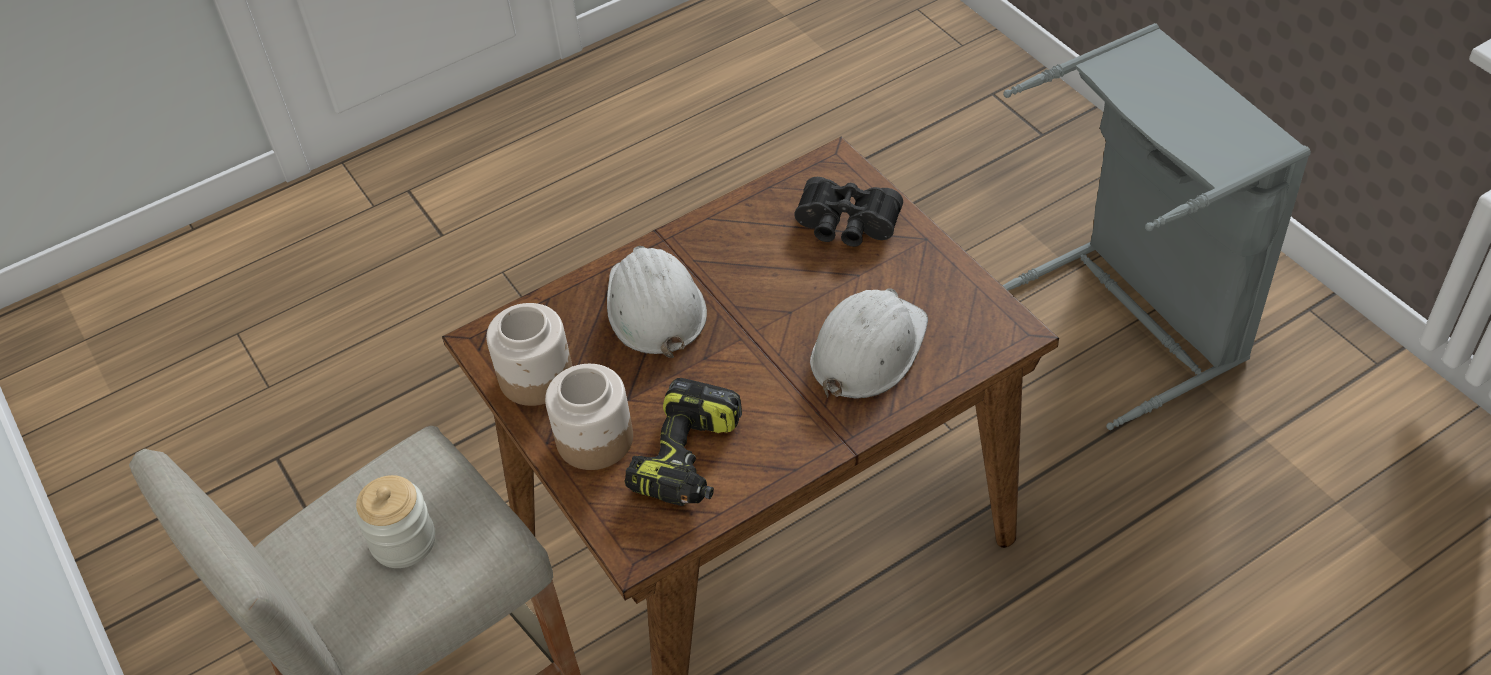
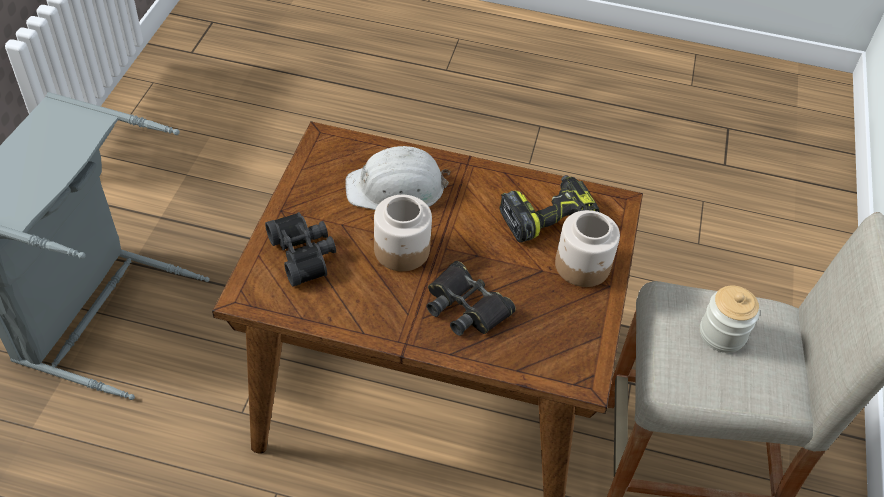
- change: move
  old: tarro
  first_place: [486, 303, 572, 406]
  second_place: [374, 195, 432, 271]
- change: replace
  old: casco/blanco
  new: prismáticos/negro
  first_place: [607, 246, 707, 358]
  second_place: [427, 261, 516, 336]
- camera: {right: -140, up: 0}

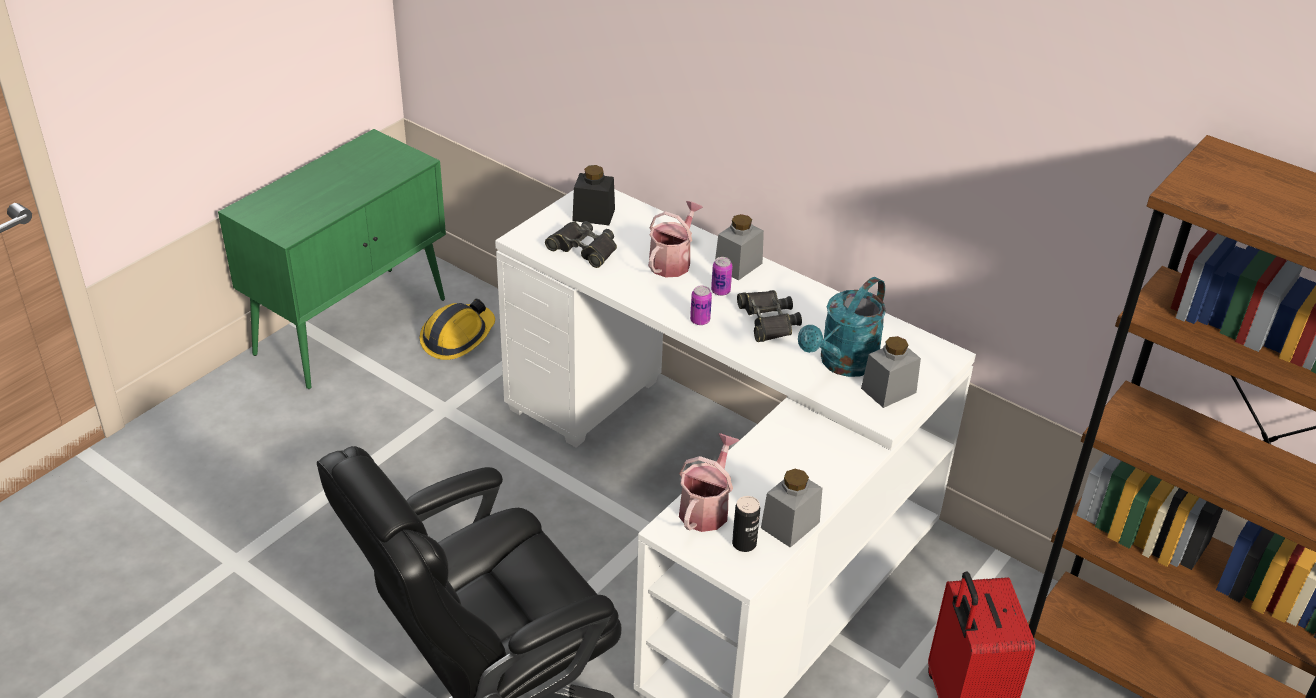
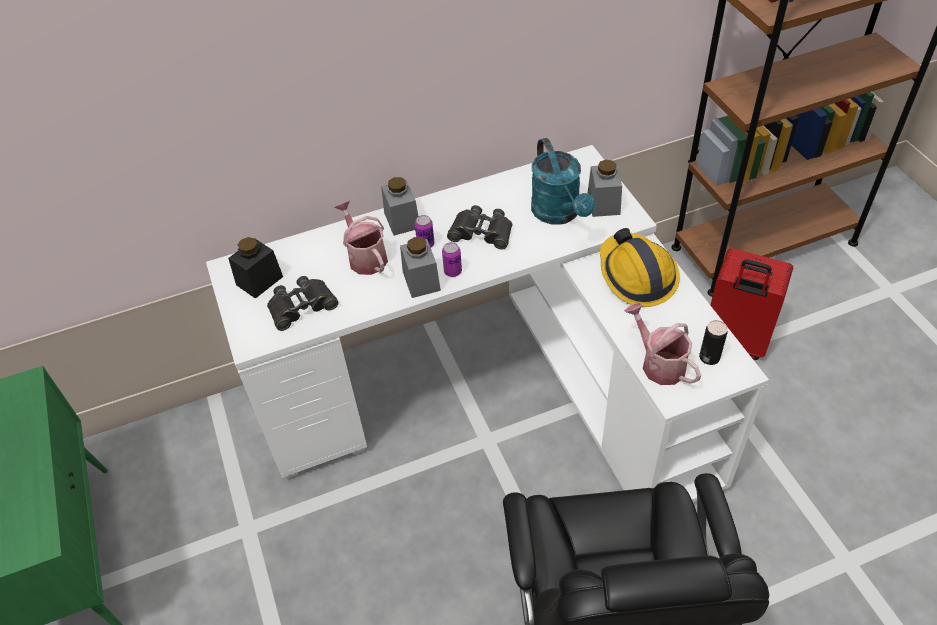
- change: move
  old: tarro/gris
  first_place: [761, 469, 822, 547]
  second_place: [400, 237, 441, 298]
- change: move
  old: casco
  first_place: [419, 299, 495, 360]
  second_place: [600, 228, 680, 307]
- camera: {right: -55, up: 10}

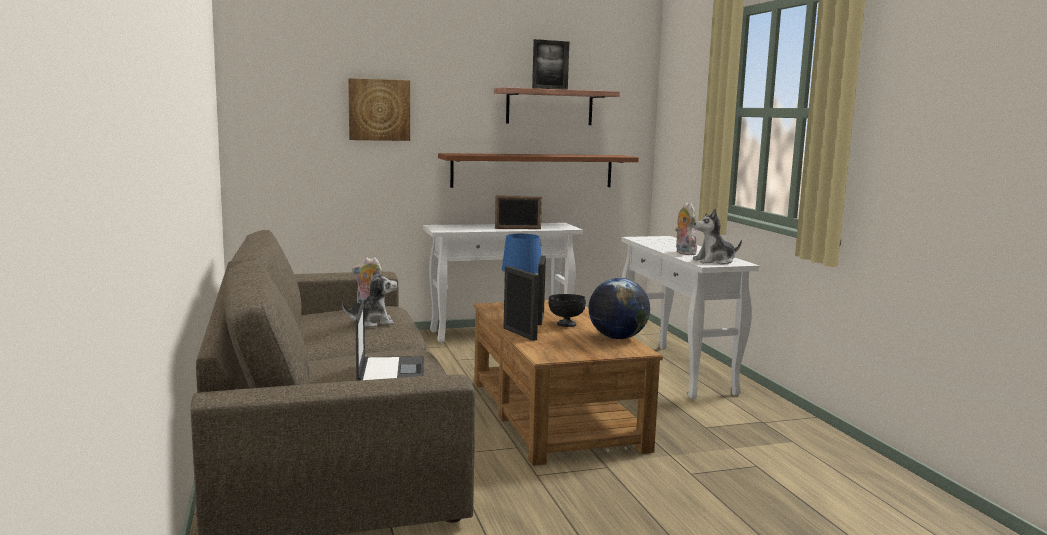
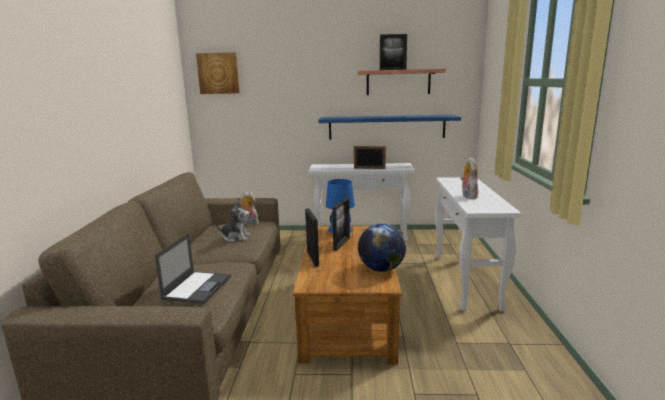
- change: move
  old: cuadro
  first_place: [348, 78, 410, 141]
  second_place: [196, 52, 240, 94]
- change: recolor
  old: estante/marrón
  new: estante/azul
  first_place: [438, 153, 639, 188]
  second_place: [318, 115, 461, 140]
- change: delete
  old: cuenco/negro
  first_place: [548, 294, 586, 327]
- change: delete
  old: peluche
  first_place: [693, 209, 742, 264]
- camera: {right: 20, up: 5}

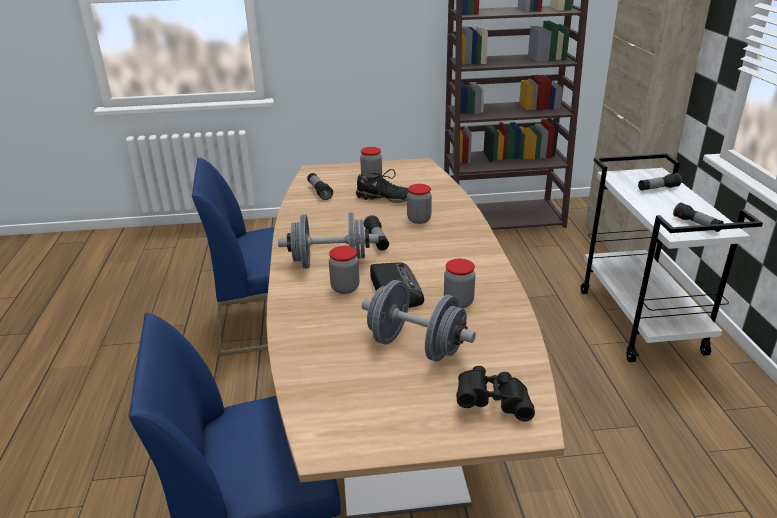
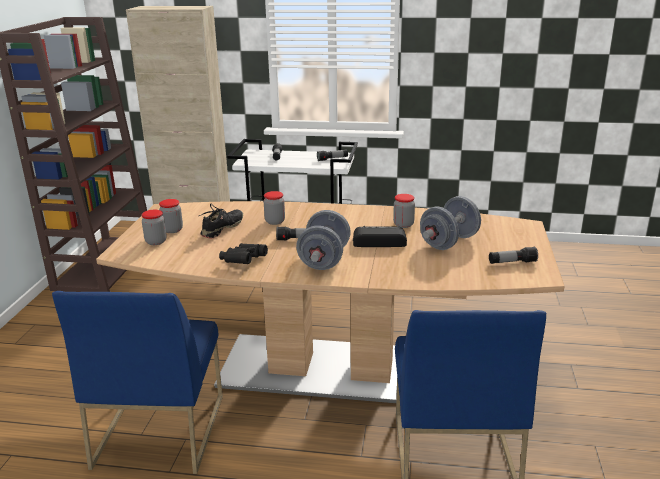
- change: move
  old: tarro
  first_place: [329, 246, 359, 294]
  second_place: [142, 210, 166, 245]
- change: move
  old: prismáticos/negro
  first_place: [456, 366, 535, 422]
  second_place: [219, 243, 268, 264]
- change: move
  old: linterna
  first_place: [307, 173, 333, 200]
  second_place: [489, 247, 538, 264]
- camera: {right: -75, up: -5}

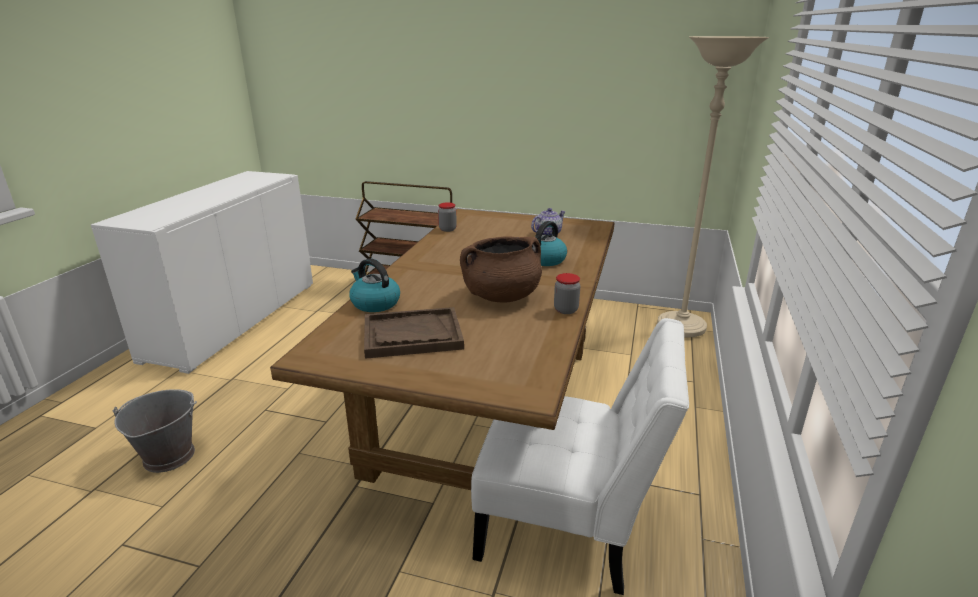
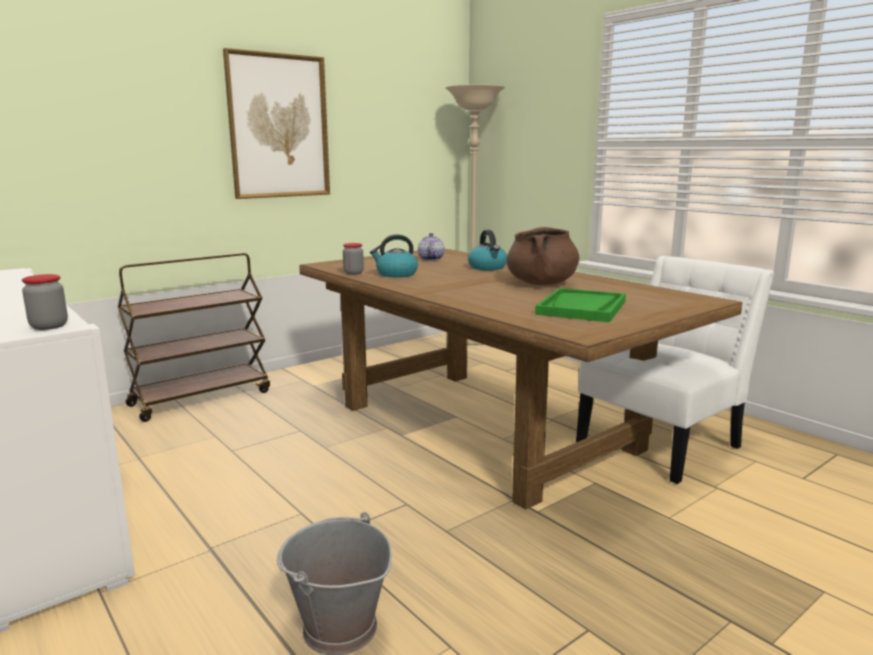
- change: move
  old: tarro
  first_place: [554, 273, 580, 314]
  second_place: [22, 274, 68, 330]
- change: insert
  new: cuadro
  second_place: [223, 48, 330, 199]
- change: move
  old: hervidor
  first_place: [350, 258, 400, 312]
  second_place: [370, 234, 418, 277]
- change: recolor
  old: bandeja/marrón
  new: bandeja/verde
  first_place: [364, 307, 464, 359]
  second_place: [535, 288, 626, 322]
- camera: {right: -55, up: -10}

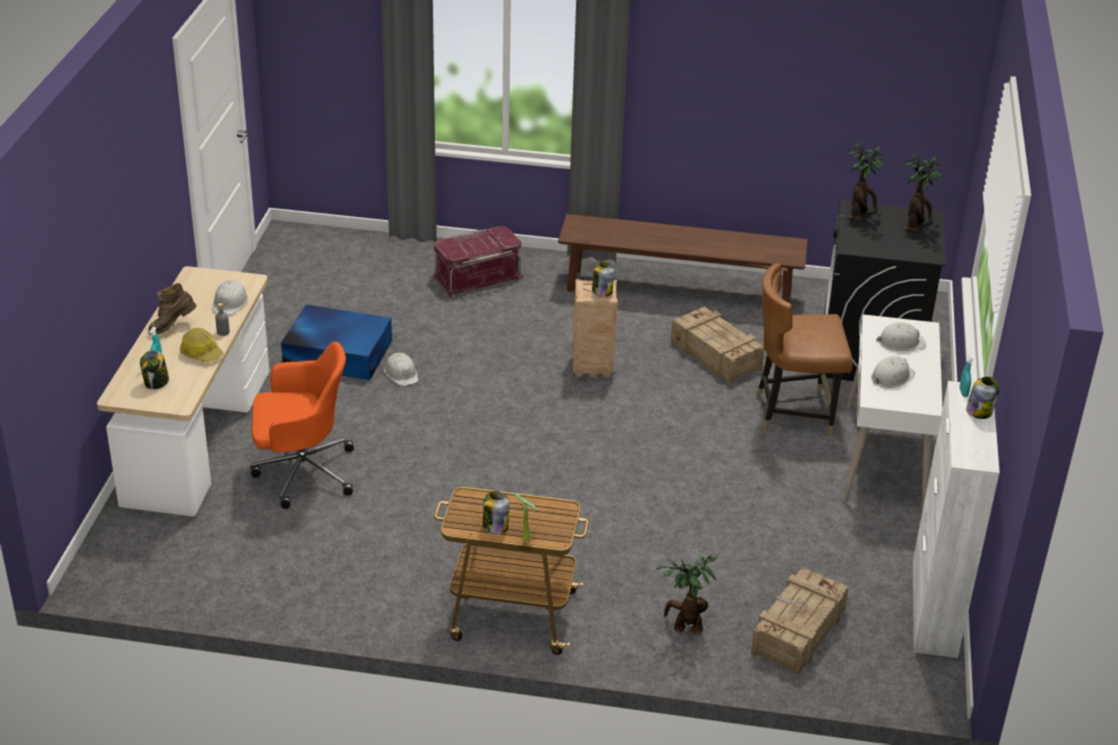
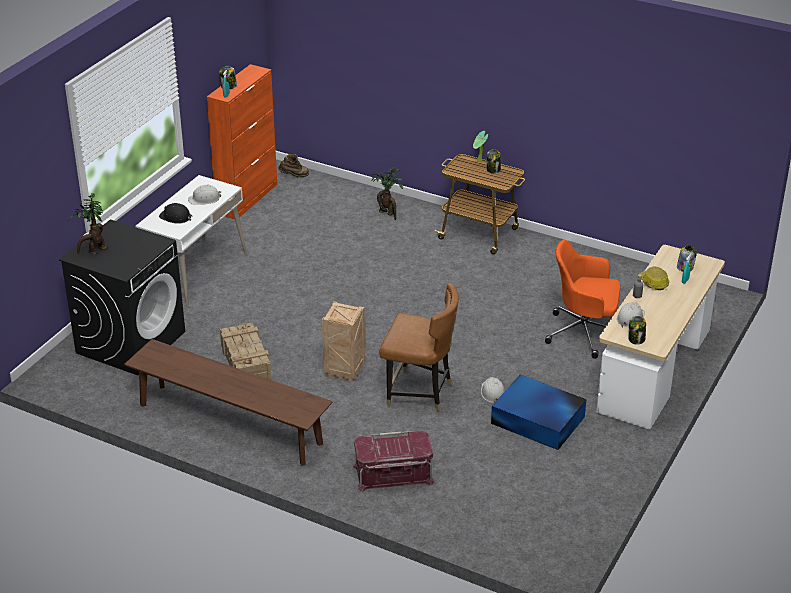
- change: recolor
  old: casco/blanco
  new: casco/negro
  first_place: [876, 322, 926, 351]
  second_place: [159, 203, 193, 224]
- change: recolor
  old: armario/blanco
  new: armario/naranja
  first_place: [913, 381, 1000, 658]
  second_place: [207, 64, 277, 219]
- change: move
  old: bota/marrón
  first_place: [148, 283, 197, 335]
  second_place: [278, 154, 309, 177]
- change: move
  old: silla/marrón
  first_place: [756, 264, 853, 436]
  second_place: [379, 283, 459, 413]
- change: move
  old: tarro
  first_place: [592, 262, 615, 297]
  second_place: [628, 316, 646, 345]
- change: delete
  old: caja de embalaje
  first_place: [751, 567, 849, 675]
- change: delete
  old: planta en maceta
  first_place: [846, 142, 885, 220]
- camera: {right: -160, up: 0}

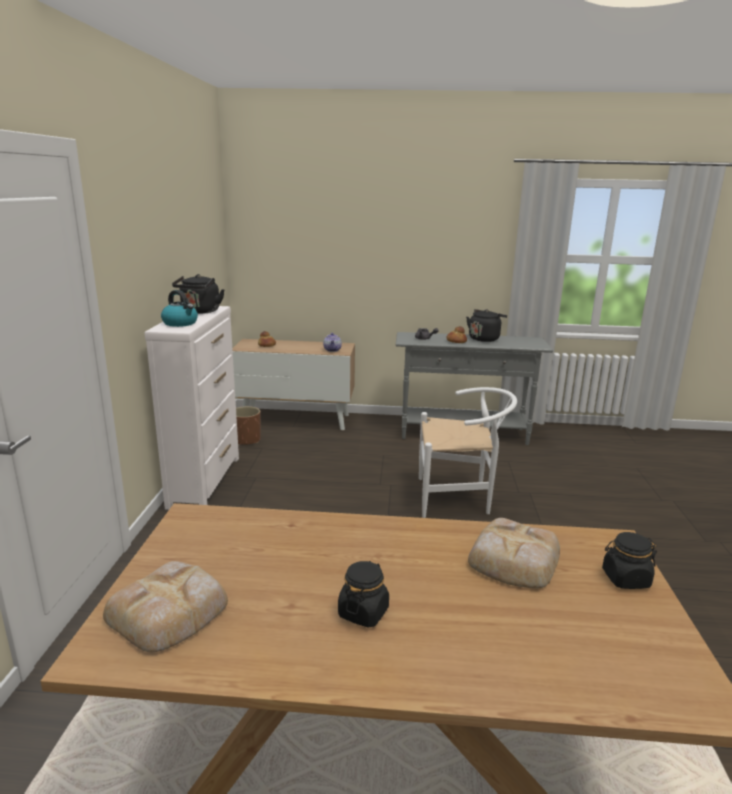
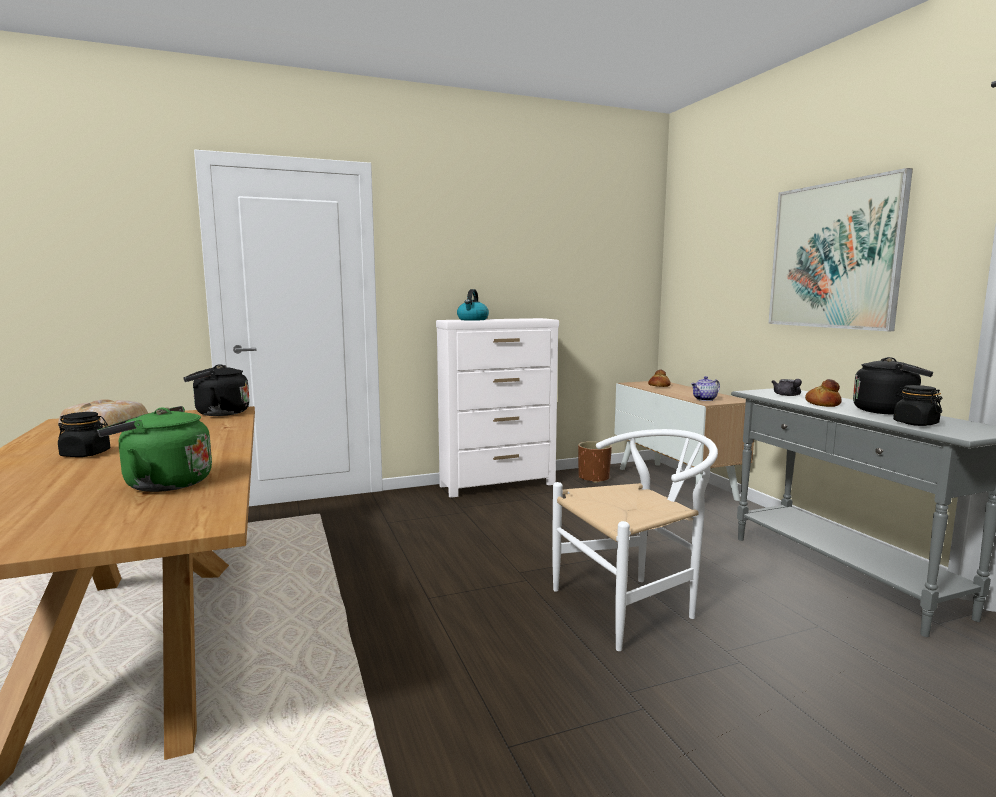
- change: replace
  old: pan
  new: hervidor/verde
  first_place: [468, 518, 560, 588]
  second_place: [97, 406, 212, 492]
- change: move
  old: hervidor/negro
  first_place: [172, 274, 225, 314]
  second_place: [183, 364, 250, 416]
- change: rotate
  old: silla/blanco
  first_place: [419, 387, 517, 518]
  second_place: [552, 429, 718, 651]
  degrees: -90
- change: insert
  new: cuadro
  second_place: [768, 168, 913, 331]
- change: move
  old: tarro/negro
  first_place: [602, 532, 657, 589]
  second_place: [893, 385, 942, 426]
- camera: {right: 65, up: -10}

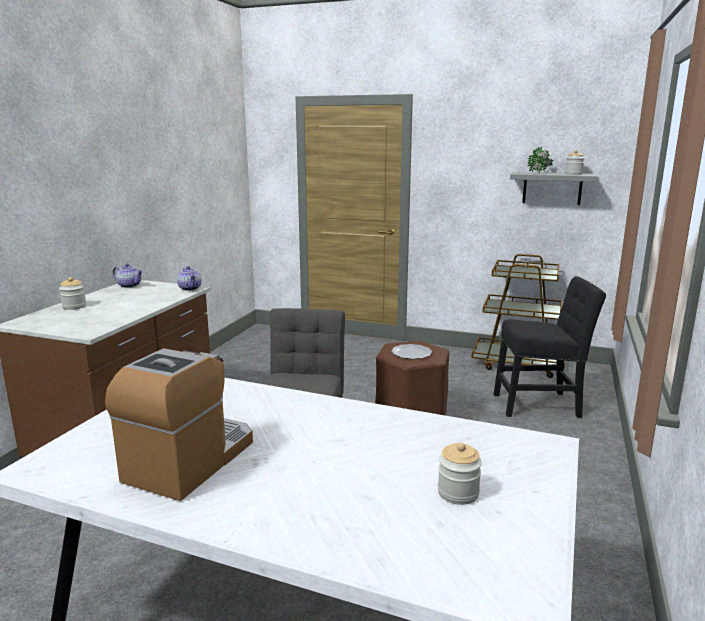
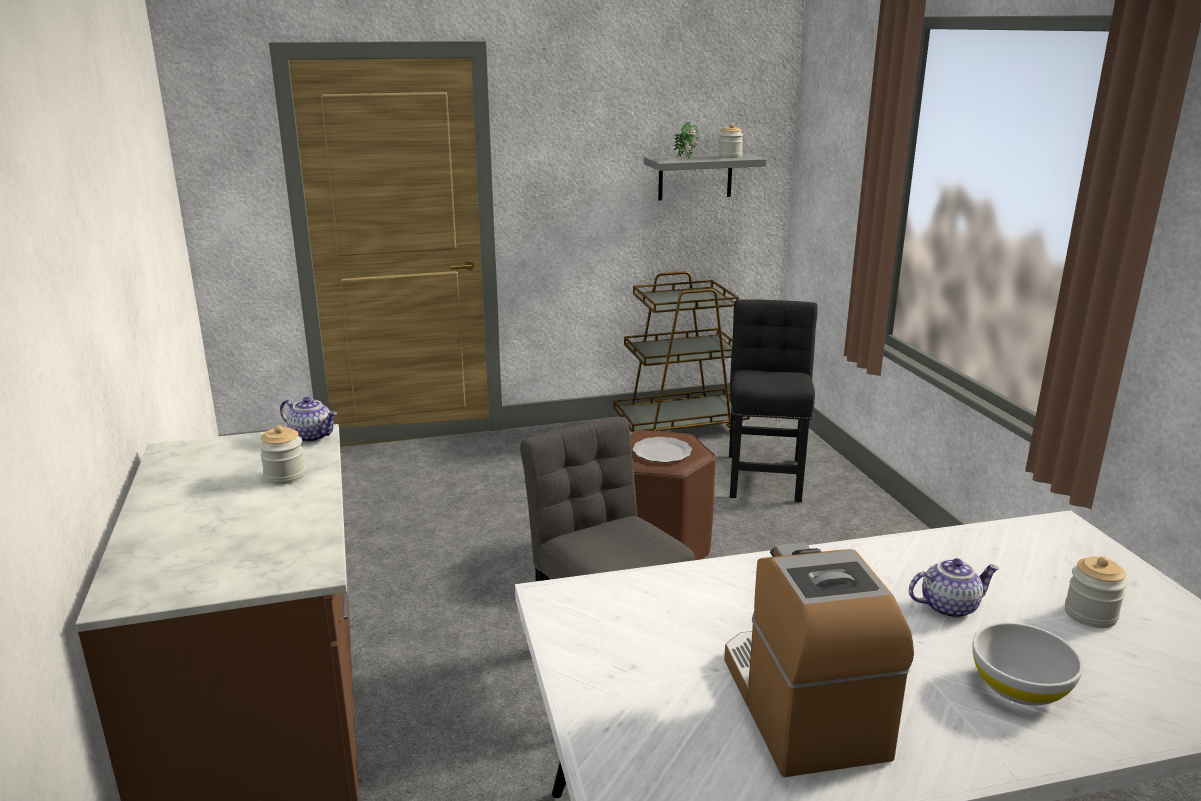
- change: move
  old: tarro
  first_place: [59, 277, 86, 310]
  second_place: [259, 425, 306, 485]
- change: rotate
  old: silla/negro
  first_place: [494, 276, 606, 418]
  second_place: [729, 299, 818, 503]
  degrees: -45
- change: move
  old: tetera
  first_place: [113, 264, 143, 288]
  second_place: [909, 558, 999, 618]
- change: insert
  new: cuenco/blanco
  second_place: [972, 622, 1083, 706]
- camera: {right: -35, up: 5}

